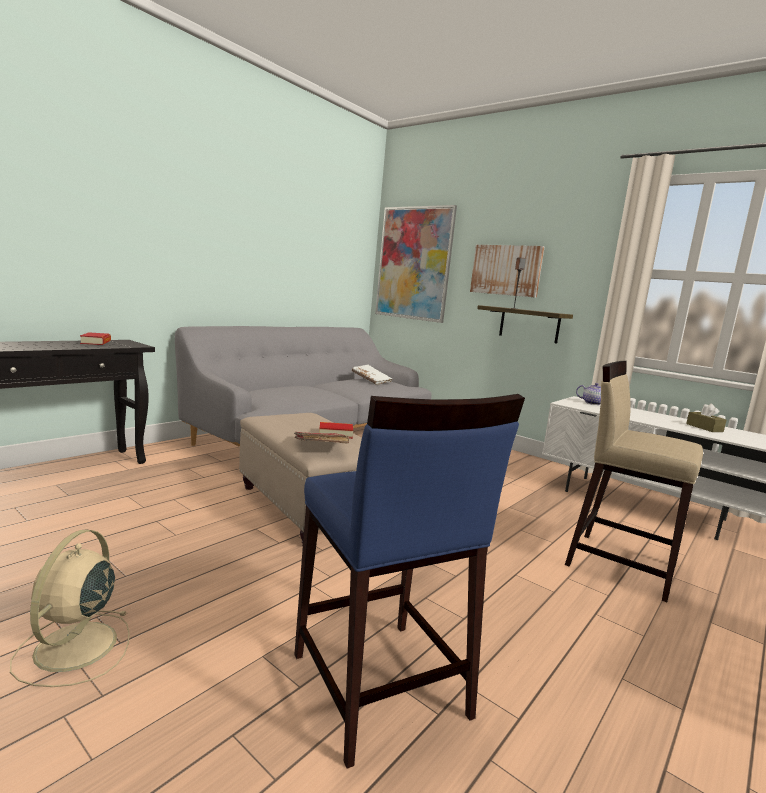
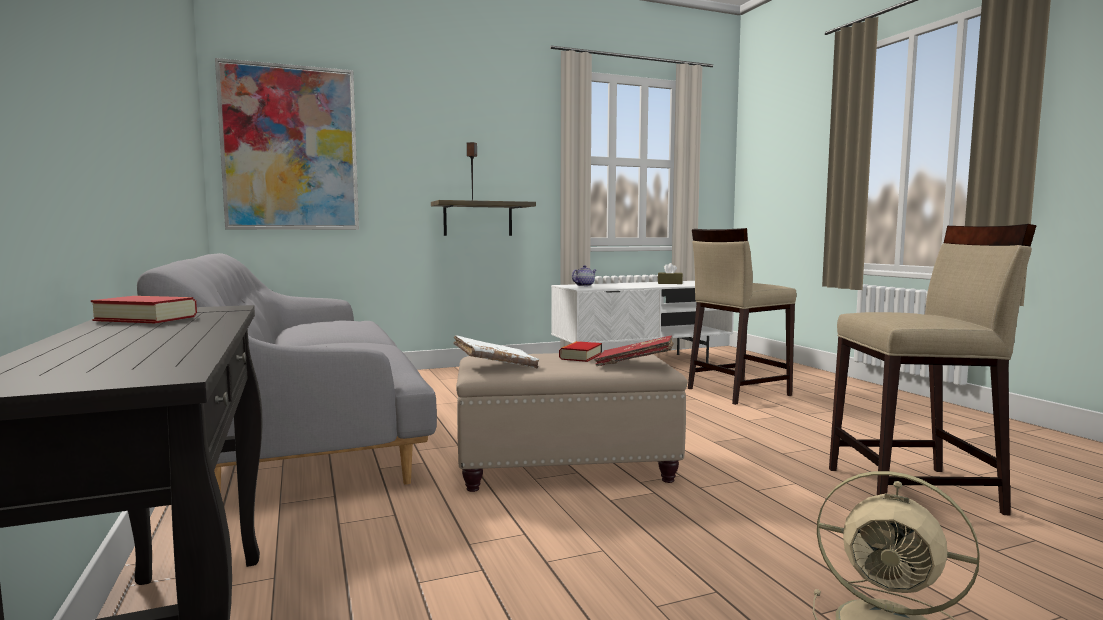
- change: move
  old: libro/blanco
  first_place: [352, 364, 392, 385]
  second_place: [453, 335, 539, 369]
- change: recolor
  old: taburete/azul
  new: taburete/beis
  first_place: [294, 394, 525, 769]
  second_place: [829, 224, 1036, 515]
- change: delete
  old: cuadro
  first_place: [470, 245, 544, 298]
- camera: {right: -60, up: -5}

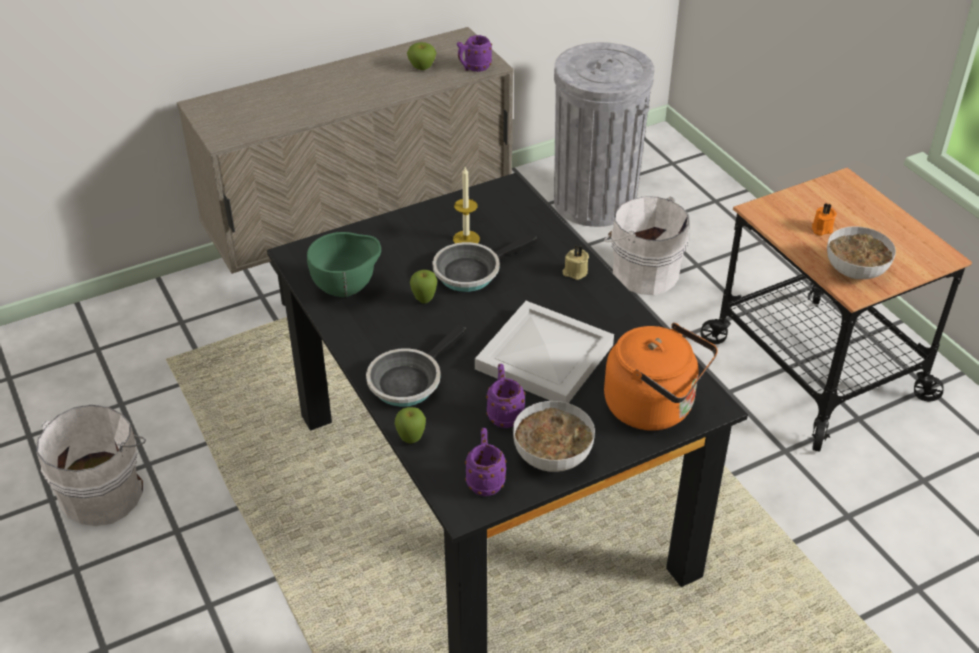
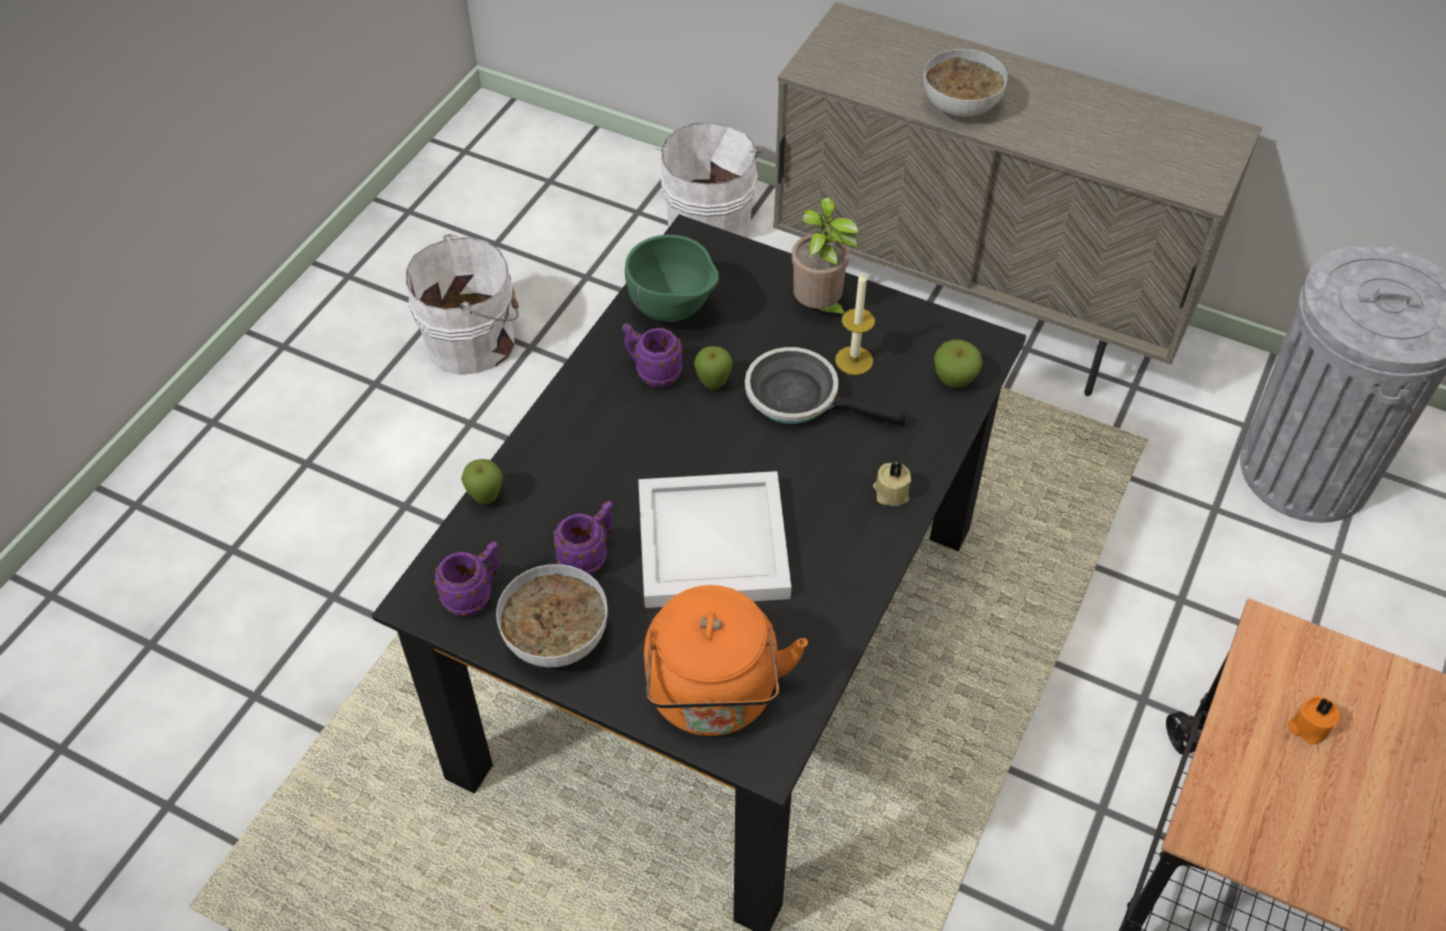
- change: move
  old: taza grande/morado
  first_place: [457, 35, 492, 72]
  second_place: [622, 323, 683, 388]
- change: move
  old: cubo/blanco
  first_place: [604, 196, 689, 295]
  second_place: [656, 123, 763, 237]
- change: insert
  new: planta en maceta
  second_place: [792, 197, 858, 314]
- change: move
  old: cuenco
  first_place: [827, 226, 896, 279]
  second_place: [923, 49, 1008, 117]
- change: move
  old: manzana
  first_place: [407, 42, 436, 70]
  second_place: [934, 339, 983, 388]
- change: delete
  old: sartén
  first_place: [366, 324, 466, 407]
- camera: {right: 55, up: 10}

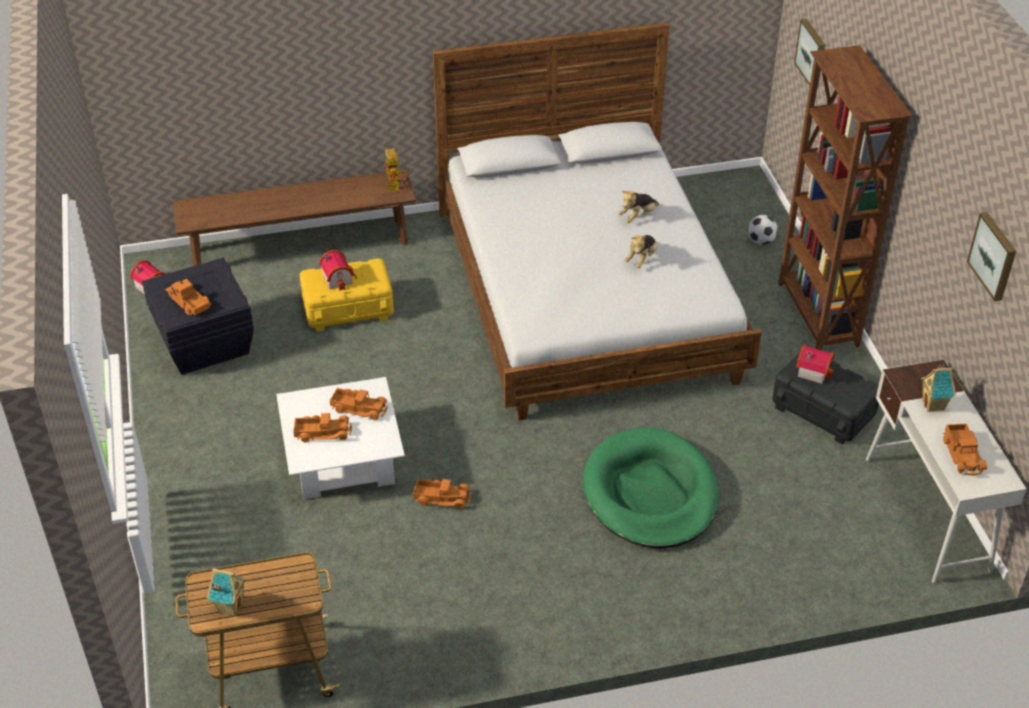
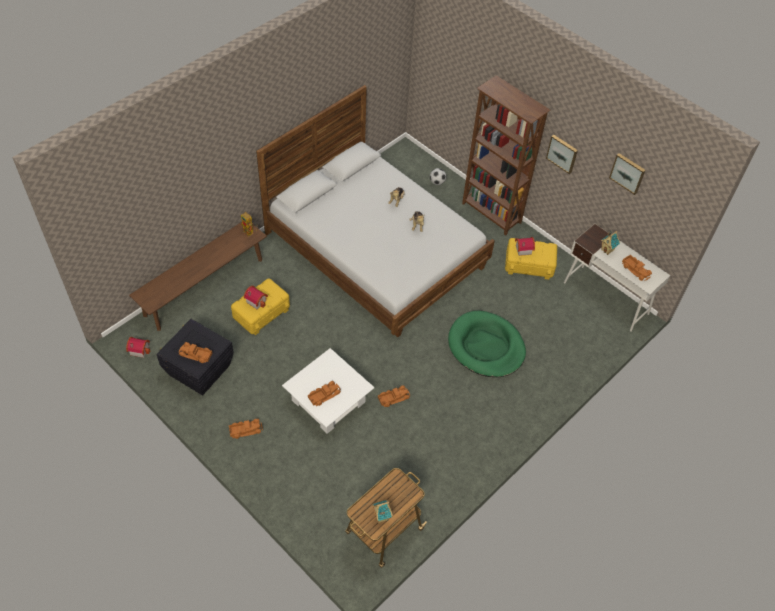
- change: move
  old: camión de juguete
  first_place: [330, 388, 388, 420]
  second_place: [229, 419, 263, 439]
- change: recolor
  old: caja de almacenaje/negro
  new: caja de almacenaje/amarillo
  first_place: [772, 354, 879, 444]
  second_place: [505, 238, 557, 280]
- change: move
  old: cuadro
  first_place: [794, 19, 825, 89]
  second_place: [546, 135, 578, 174]
- camera: {right: -35, up: 10}

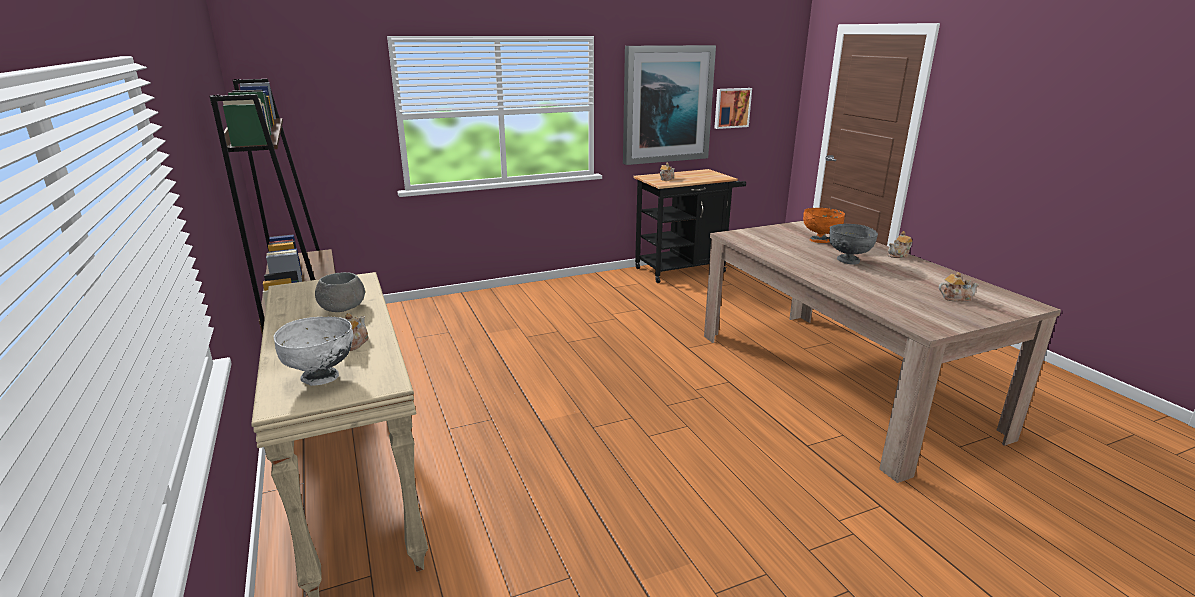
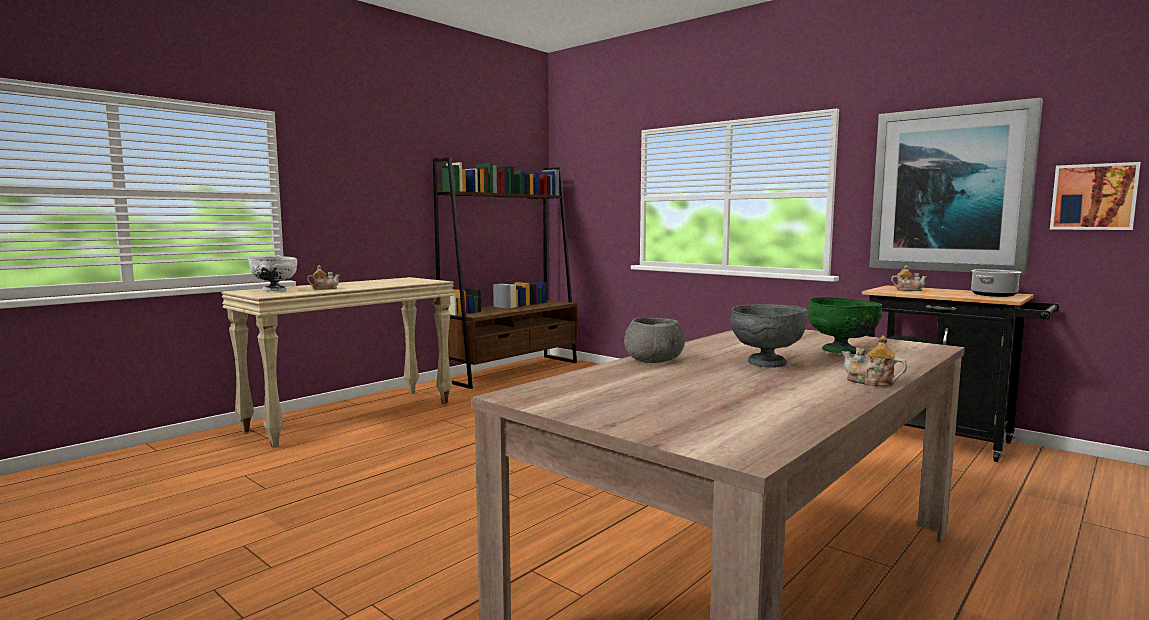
- change: move
  old: cuenco/gris
  first_place: [315, 272, 365, 312]
  second_place: [624, 318, 685, 363]
- change: recolor
  old: cuenco/naranja
  new: cuenco/verde
  first_place: [803, 208, 845, 243]
  second_place: [808, 297, 882, 354]
- change: insert
  new: olla
  second_place: [971, 269, 1021, 297]
- change: delete
  old: tetera
  first_place: [939, 272, 979, 302]
- camera: {right: 65, up: -15}

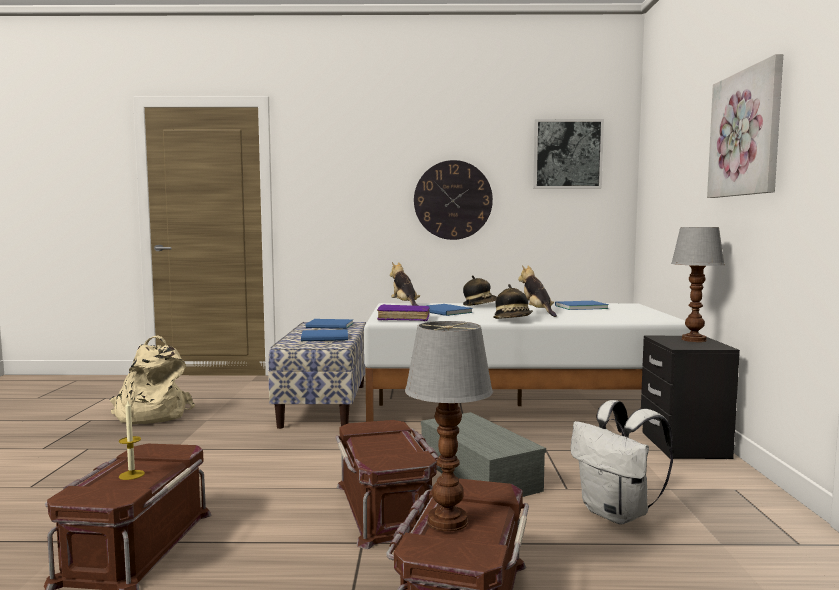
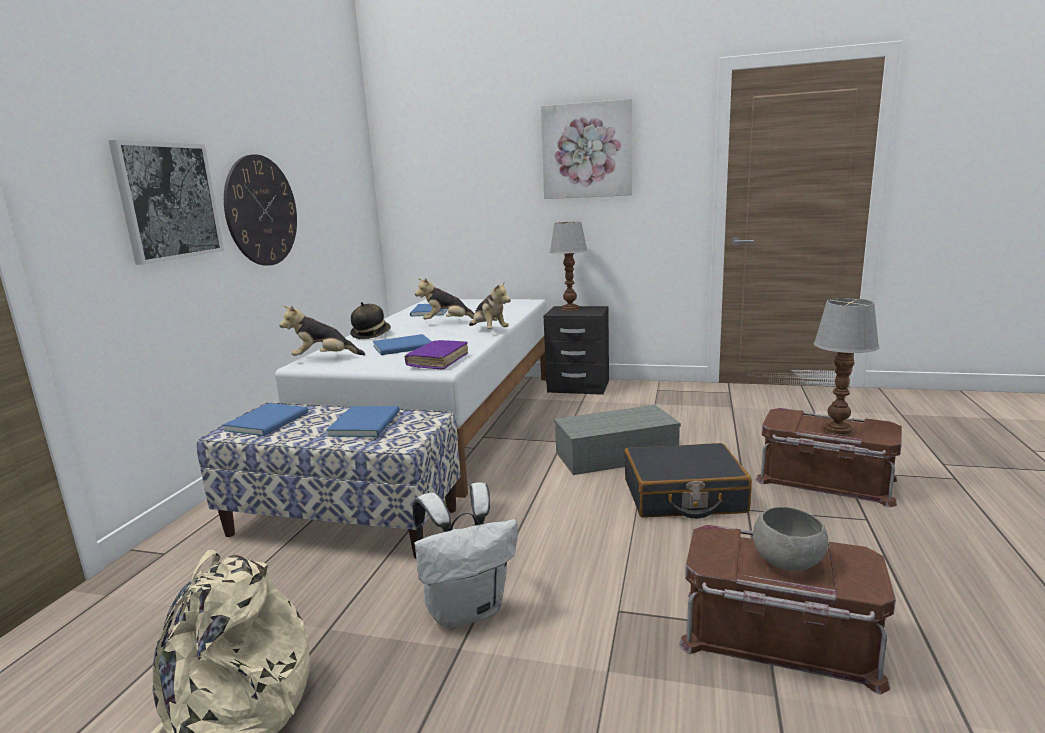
- change: move
  old: cuadro
  first_place: [533, 119, 604, 189]
  second_place: [108, 140, 224, 265]
- change: move
  old: mochila/blanco
  first_place: [570, 400, 674, 525]
  second_place: [412, 483, 518, 629]
- change: replace
  old: sombrero
  new: peluche
  first_place: [493, 284, 533, 319]
  second_place: [469, 282, 511, 329]
- change: replace
  old: caja de almacenaje/marrón
  new: maleta/negro
  first_place: [336, 420, 440, 549]
  second_place: [624, 443, 752, 519]
- change: replace
  old: vela
  new: cuenco/gris
  first_place: [119, 401, 145, 480]
  second_place: [753, 507, 828, 571]
- camera: {right: -75, up: 10}

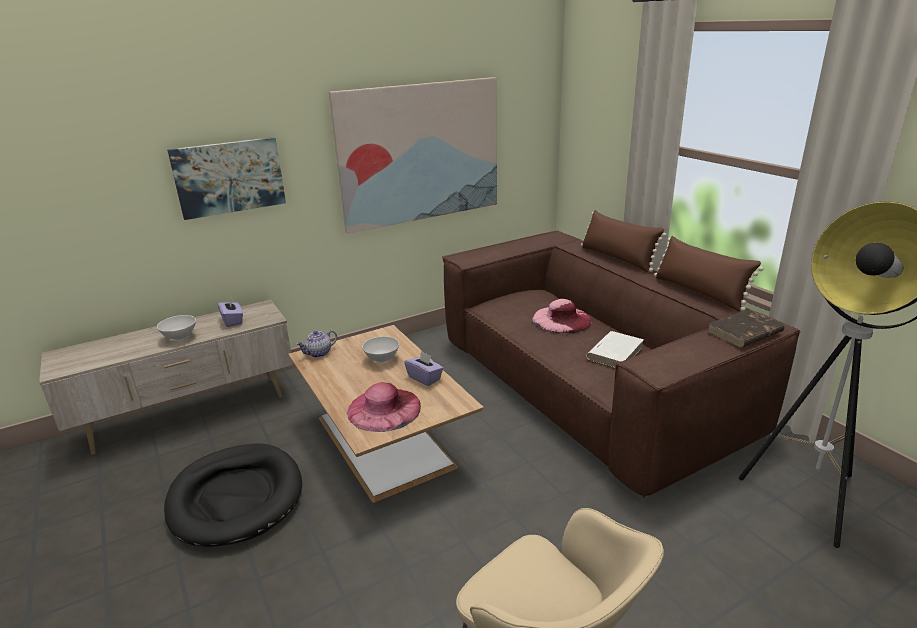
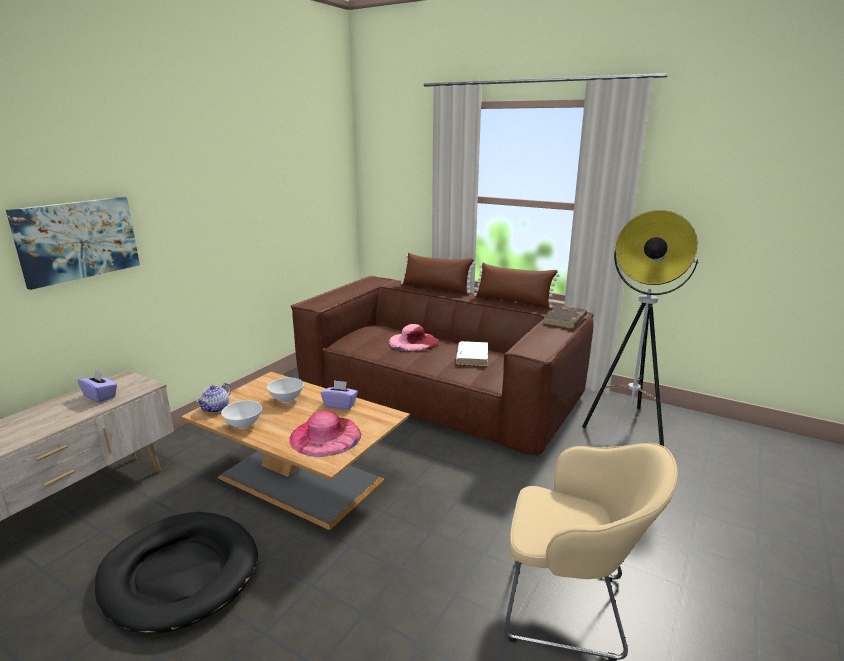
- change: move
  old: cuenco/blanco
  first_place: [157, 315, 196, 341]
  second_place: [221, 400, 262, 429]
- change: delete
  old: cuadro
  first_place: [329, 77, 497, 234]
- camera: {right: -30, up: -5}

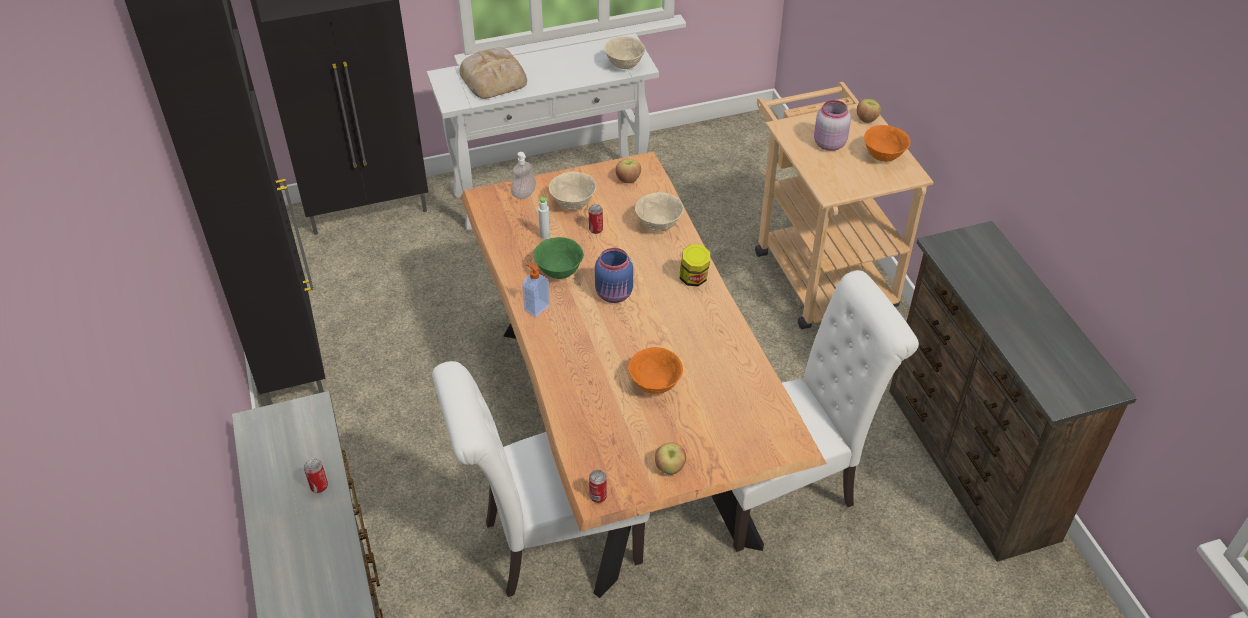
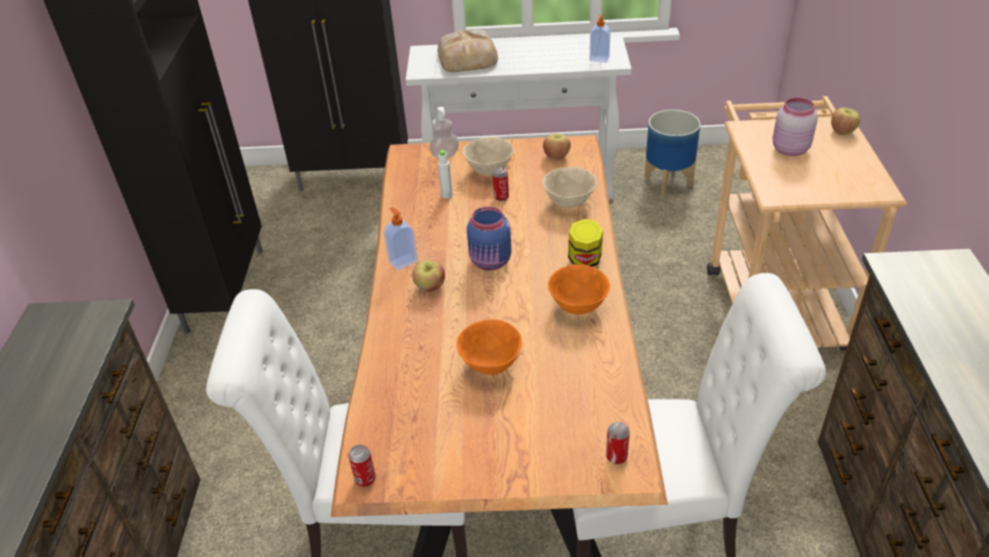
- change: move
  old: manzana
  first_place: [655, 442, 686, 474]
  second_place: [412, 260, 445, 292]
- change: move
  old: cuenco/naranja
  first_place: [864, 125, 911, 162]
  second_place: [548, 264, 610, 315]
- change: replace
  old: cuenco/beis
  new: dispensador de jabón
  first_place: [604, 37, 645, 69]
  second_place: [590, 15, 611, 63]
- change: move
  old: lata
  first_place: [304, 458, 328, 493]
  second_place: [606, 422, 630, 464]
- change: insert
  new: maceta
  second_place: [644, 110, 700, 195]
- change: delete
  old: cuenco/verde
  first_place: [534, 237, 584, 279]
- camera: {right: 20, up: -5}

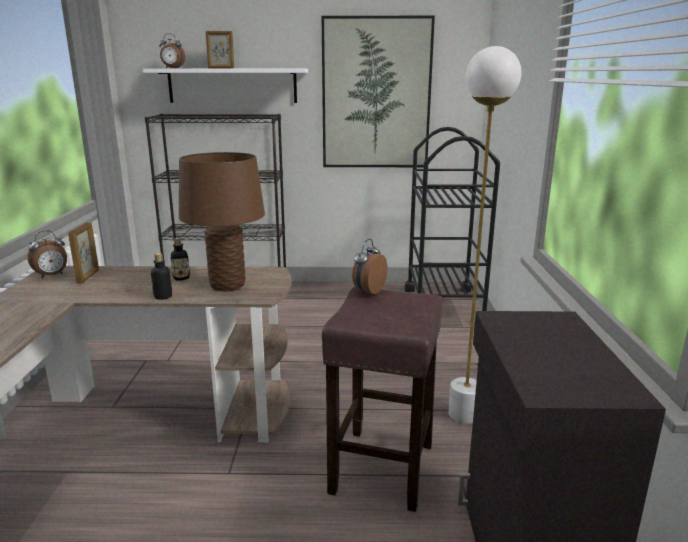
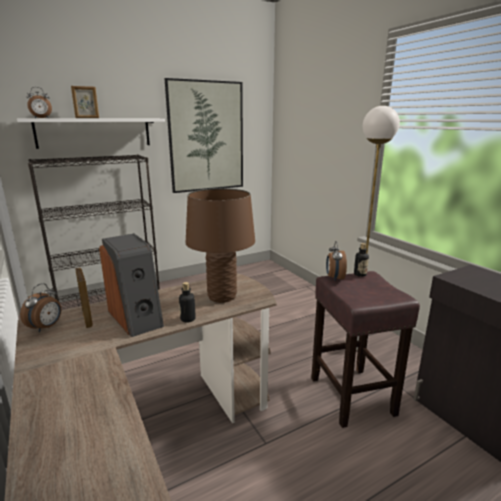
- change: insert
  new: altavoz
  second_place: [99, 233, 164, 337]
- change: move
  old: botella
  first_place: [170, 238, 190, 281]
  second_place: [354, 243, 369, 277]
- change: delete
  old: carrito/negro
  first_place: [405, 127, 500, 311]
- camera: {right: -30, up: 0}

